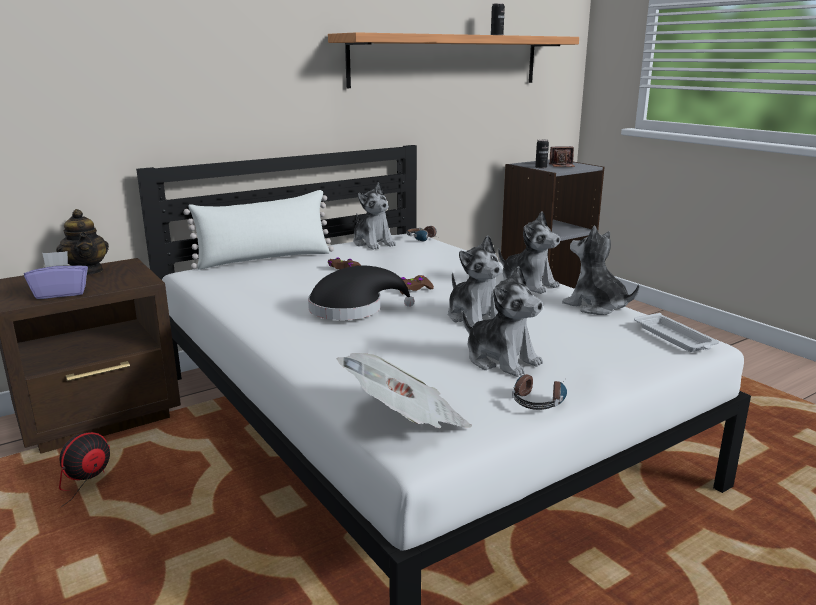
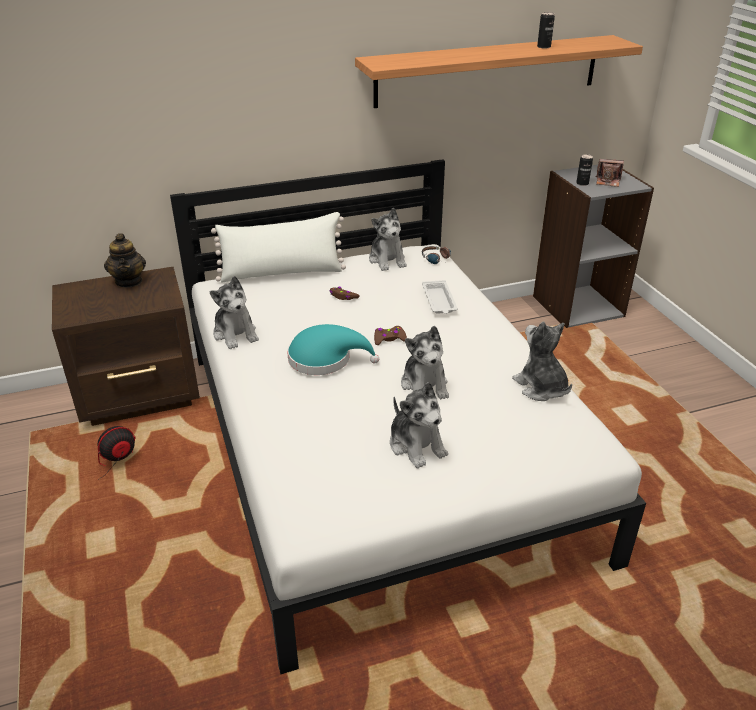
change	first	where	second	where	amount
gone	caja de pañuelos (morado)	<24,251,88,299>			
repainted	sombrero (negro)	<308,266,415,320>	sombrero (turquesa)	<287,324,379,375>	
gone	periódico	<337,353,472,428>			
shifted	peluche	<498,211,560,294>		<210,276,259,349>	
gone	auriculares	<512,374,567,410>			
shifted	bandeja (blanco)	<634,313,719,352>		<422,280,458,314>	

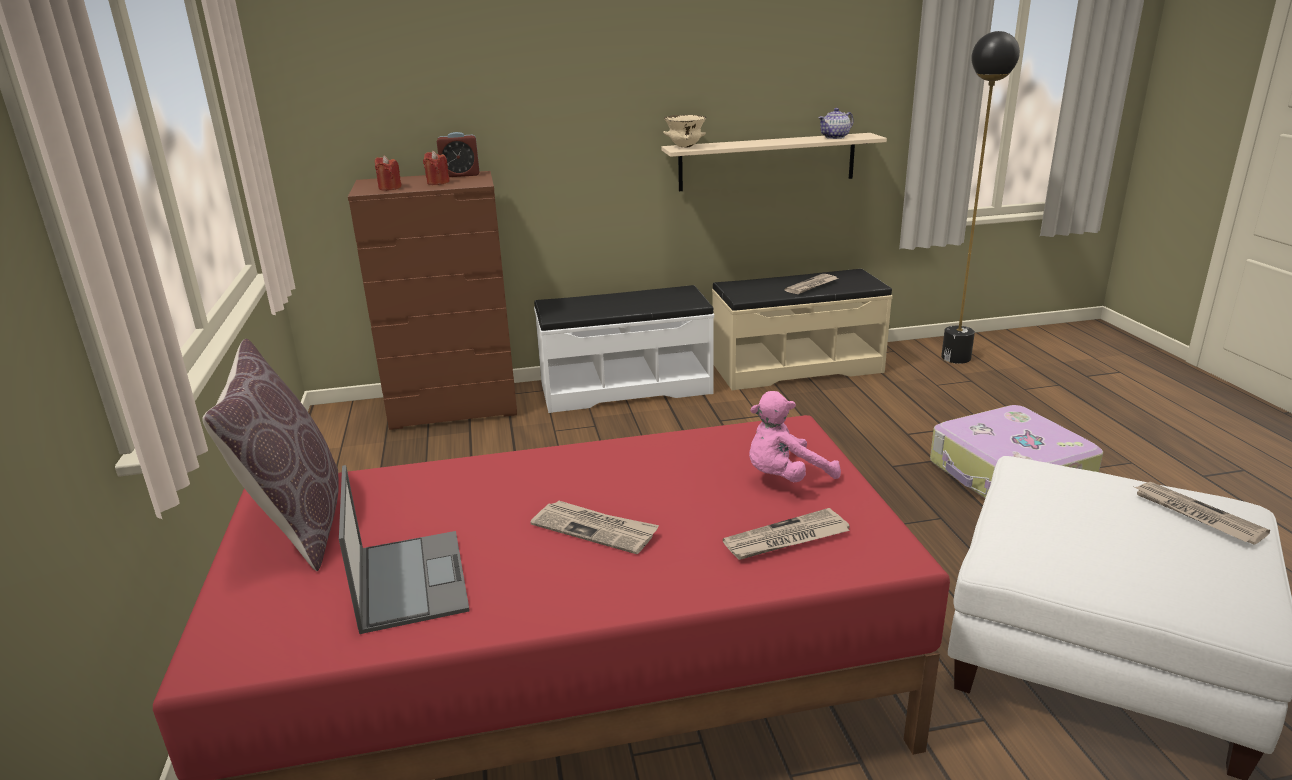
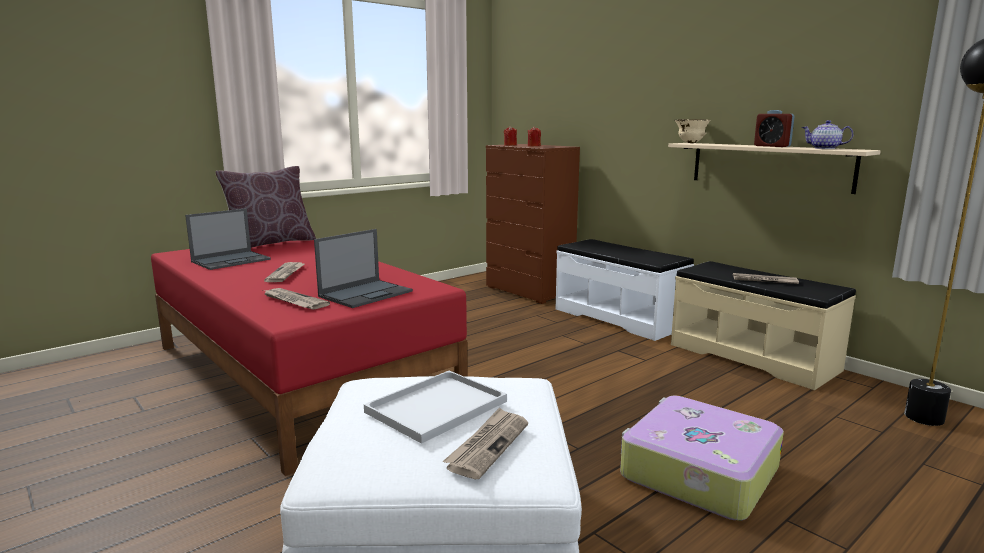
change	first	where	second	where	amount
shifted	despertador	<437,132,479,177>		<754,110,795,147>	
swapped	peluche (rosa)	<749,391,841,482>	portátil	<314,229,413,308>	
new			bandeja (blanco)	<364,371,507,444>	

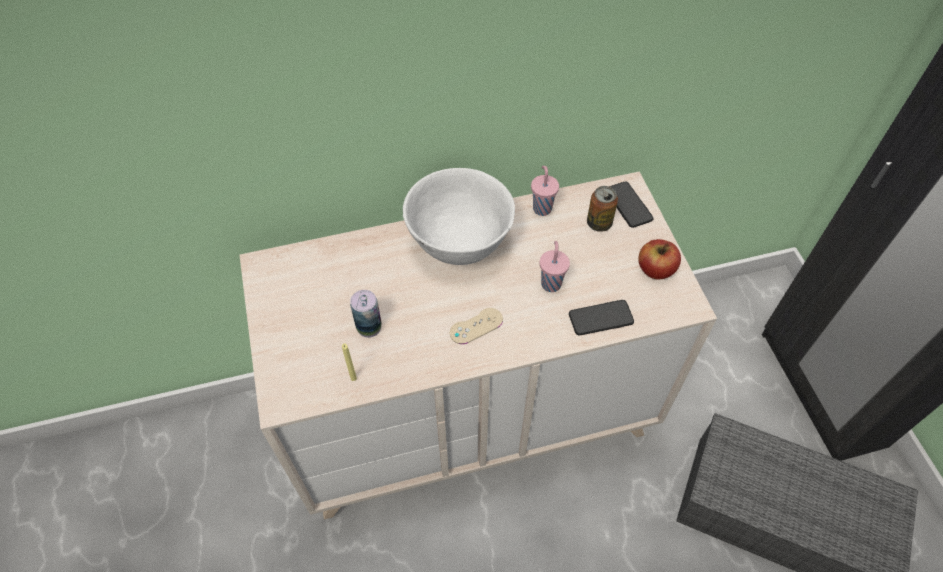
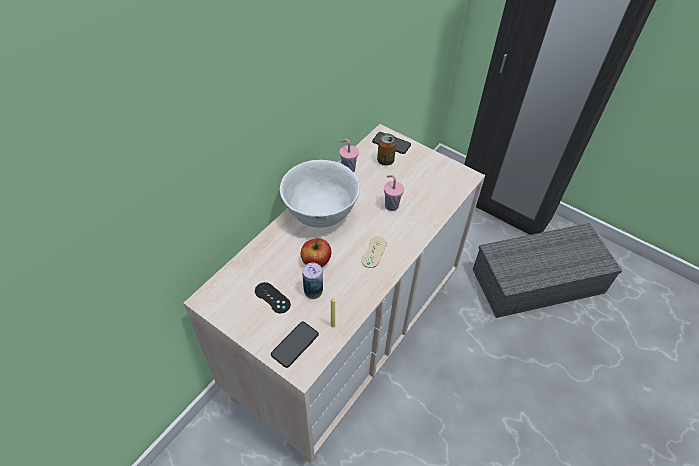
change	first	where	second	where	amount
shifted	móvil	<569,300,634,335>		<271,322,319,368>	
shifted	manzana	<638,239,681,279>		<301,238,331,268>	
new			mando de consola (negro)	<255,282,291,313>	

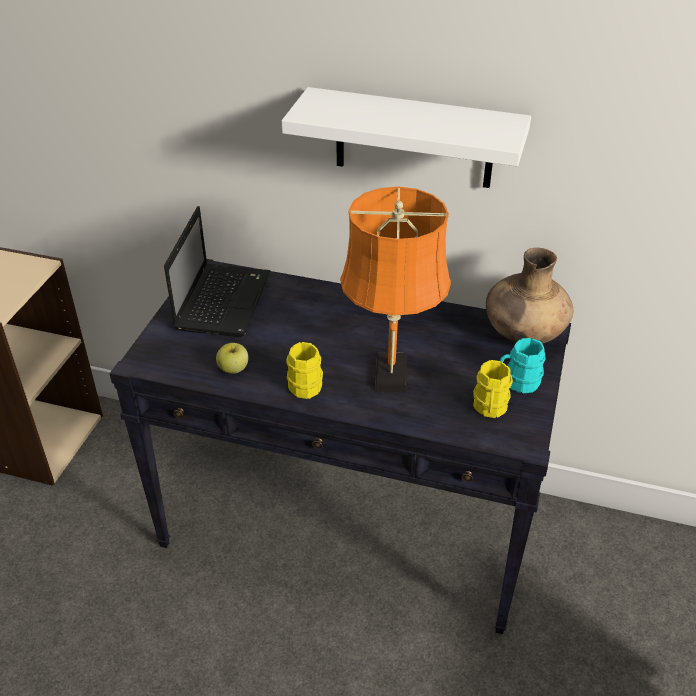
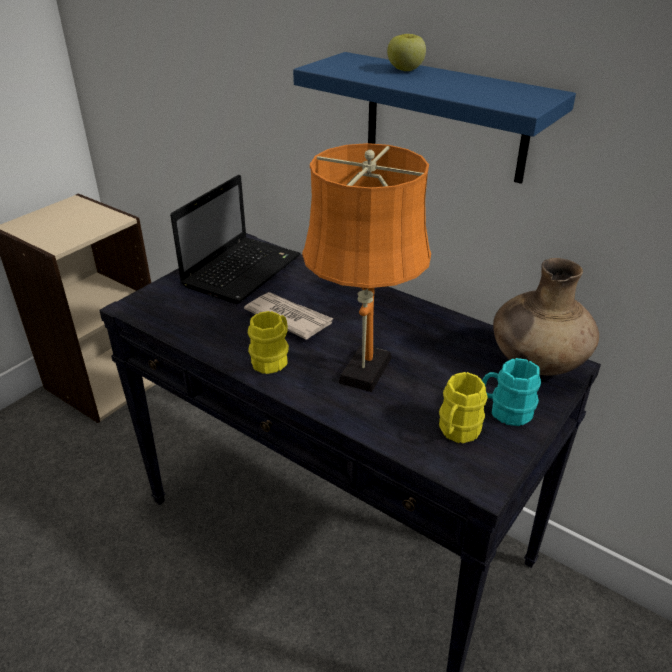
change	first	where	second	where	amount
shifted	manzana	<216,343,249,374>		<387,34,426,71>	
repainted	estante (blanco)	<282,87,531,188>	estante (azul)	<293,52,576,184>	
new			periódico	<244,292,333,340>	

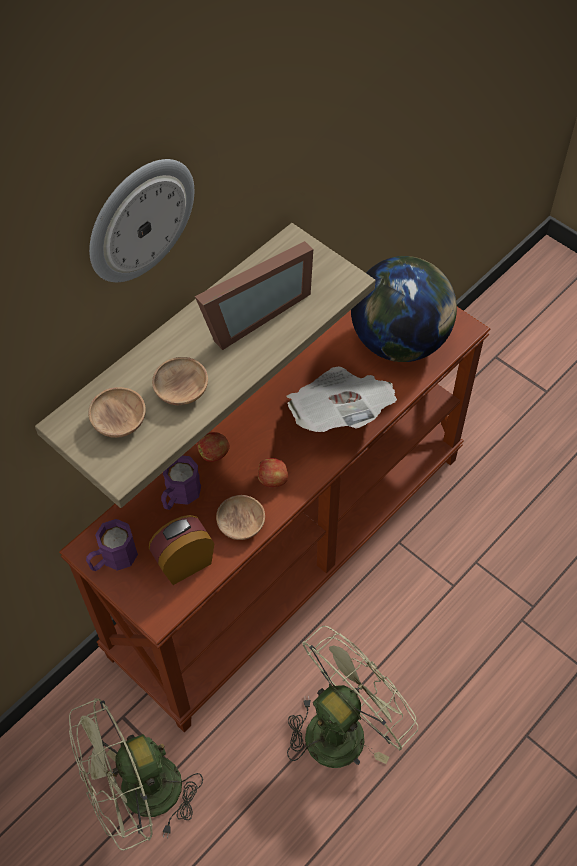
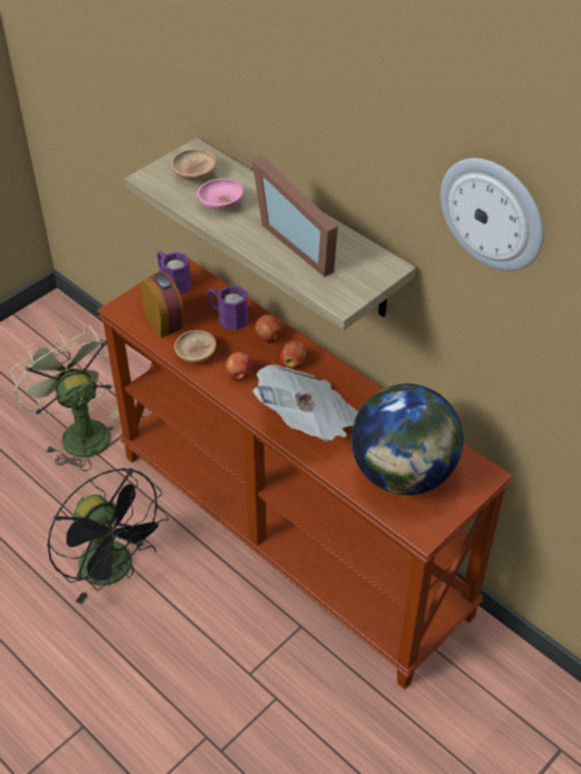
change	first	where	second	where	amount
shifted	reloj de pared	<89,159,194,282>		<440,158,543,271>	
repainted	cuenco (marrón)	<152,357,208,405>	cuenco (rosa)	<198,179,243,210>	
repainted	ventilador (verde)	<287,626,418,768>	ventilador (negro)	<47,468,169,604>	
new			manzana	<280,340,306,368>	

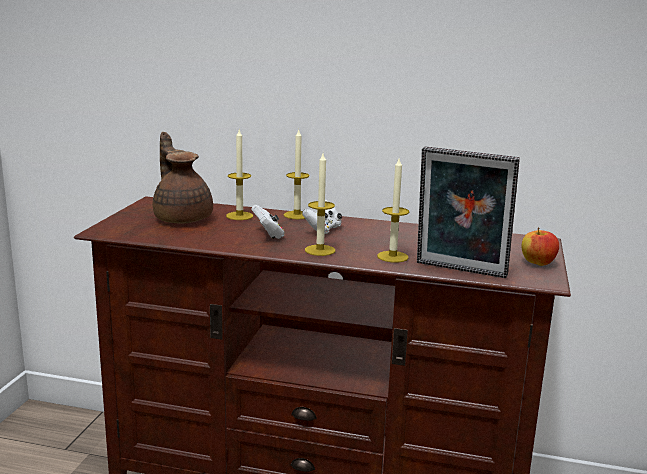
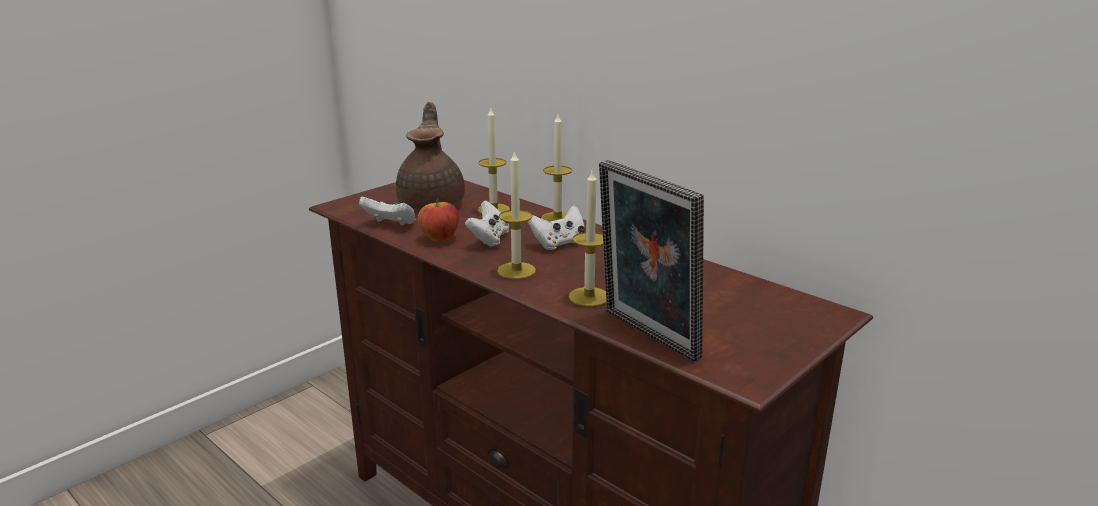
change	first	where	second	where	amount
shifted	manzana	<522,227,559,266>		<418,198,459,241>	
new			mando de consola (blanco)	<359,196,415,226>	

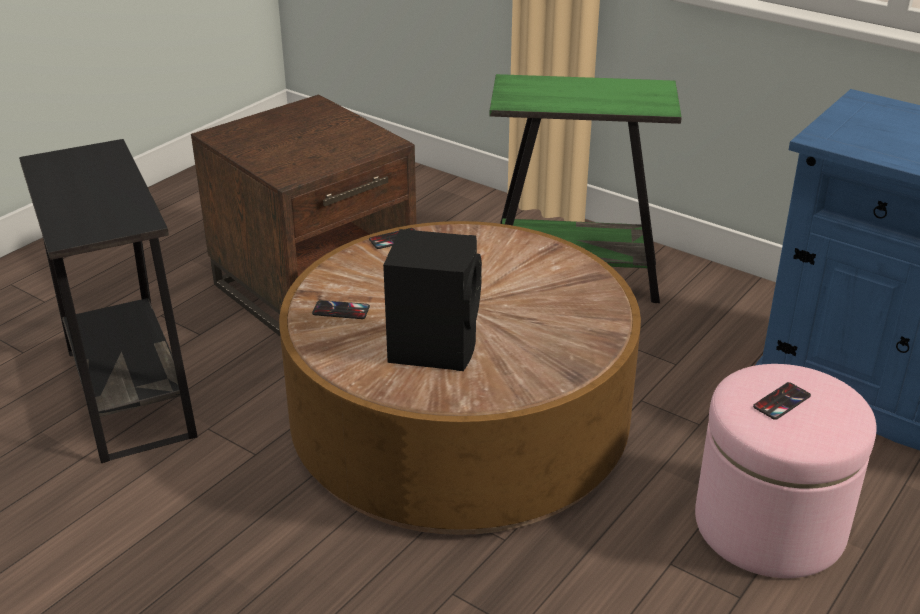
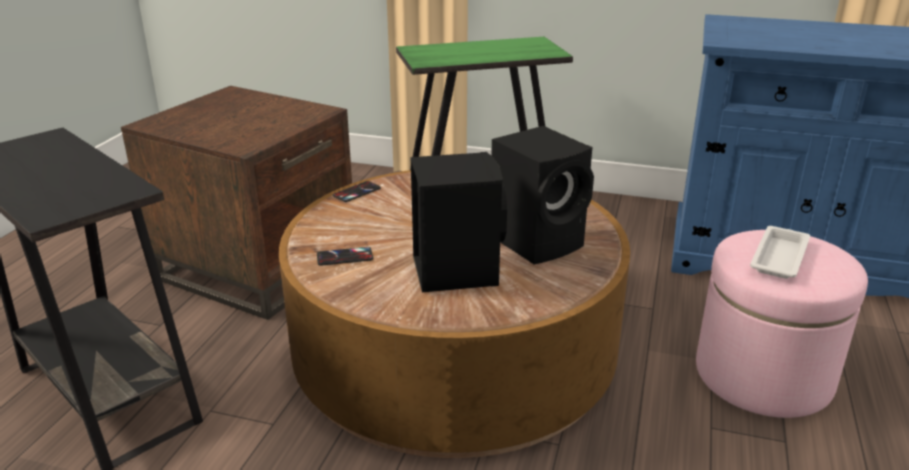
change	first	where	second	where	amount
swapped	móvil	<753,382,811,420>	bandeja (blanco)	<750,226,810,279>	
new			altavoz (negro)	<491,126,594,265>	

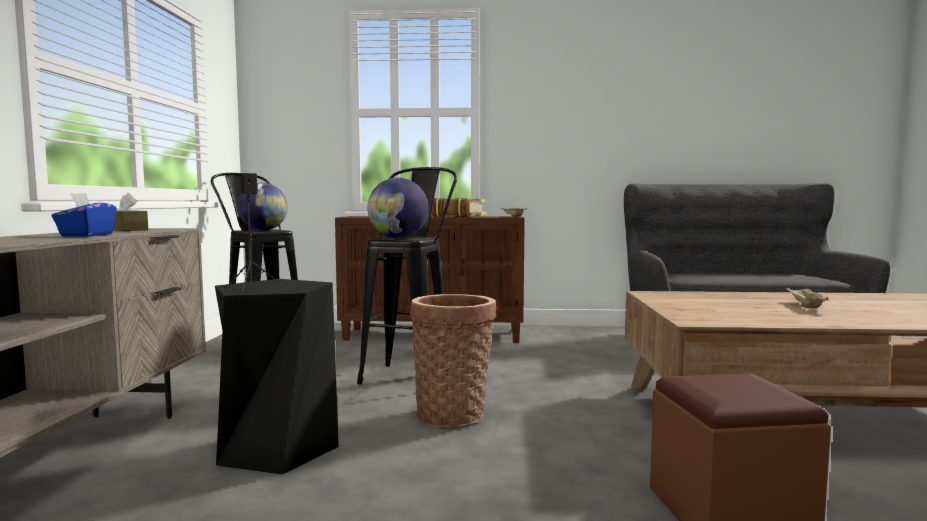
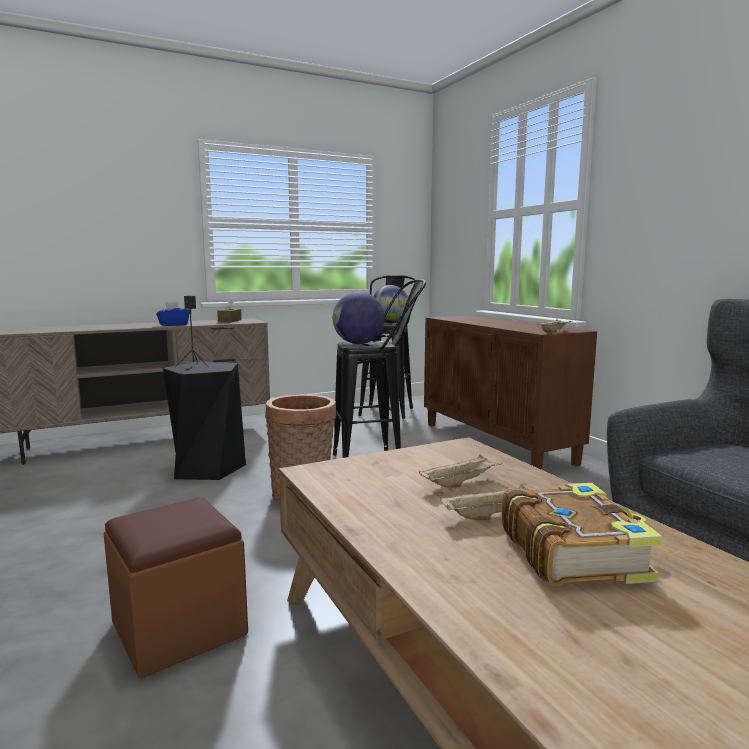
change	first	where	second	where	amount
shifted	libro	<431,198,485,217>		<502,483,663,586>	
new			bandeja (beis)	<419,454,502,488>	

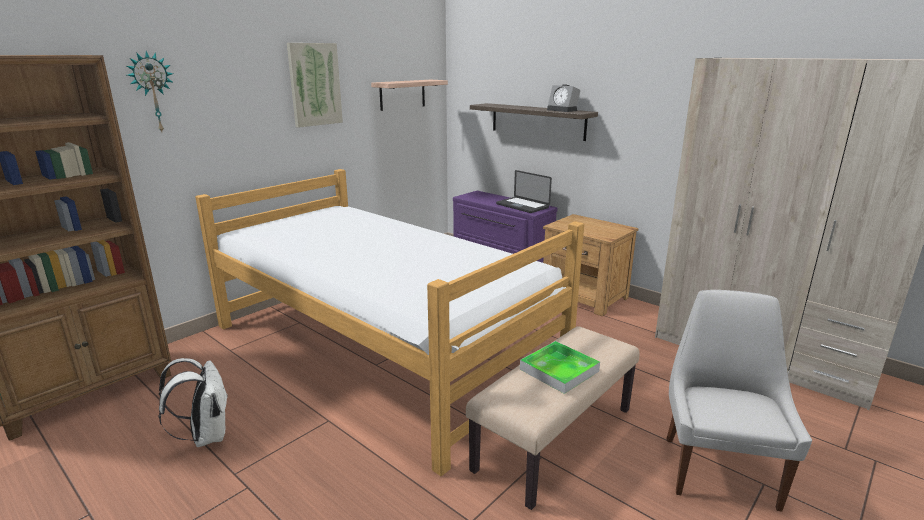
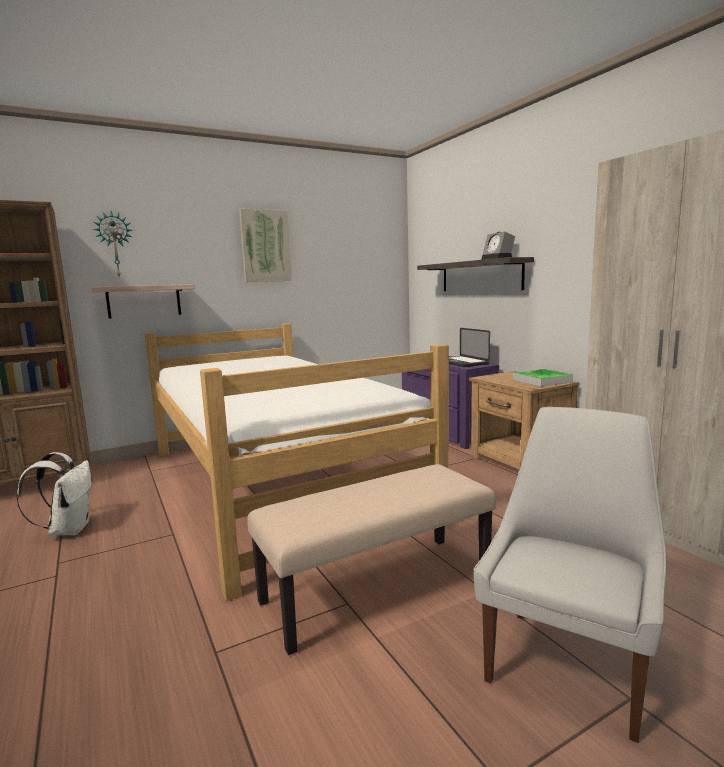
change	first	where	second	where	amount
shifted	estante	<371,80,448,111>		<91,284,195,319>	
shifted	bandeja	<520,341,600,394>		<513,369,573,387>	

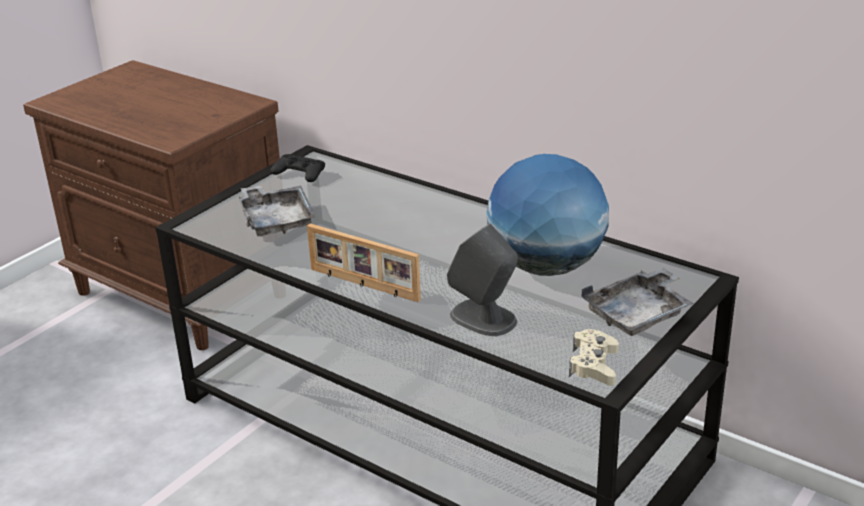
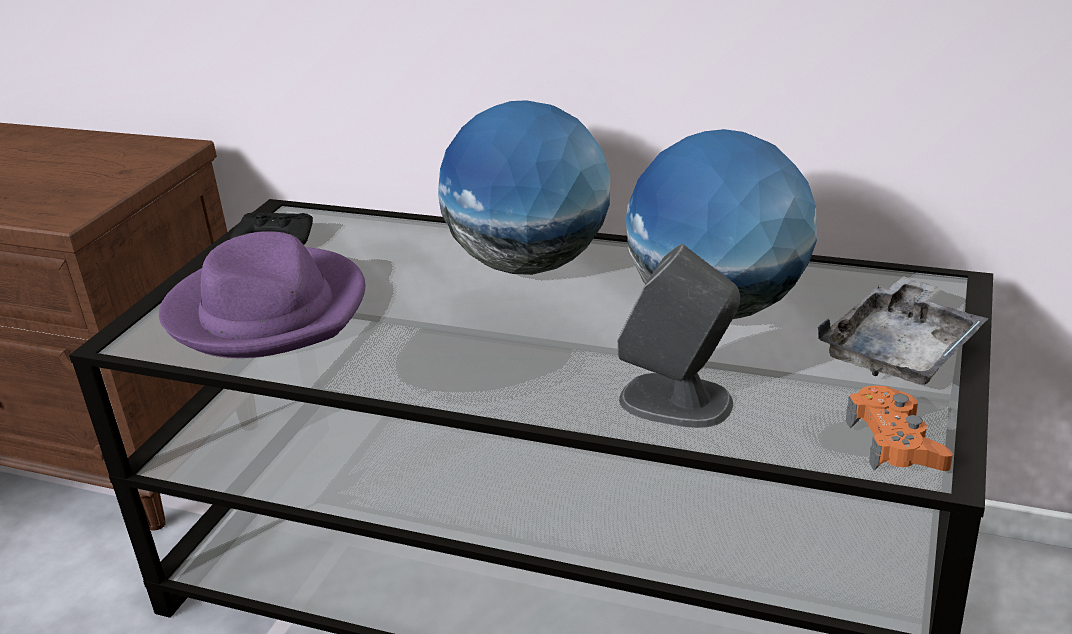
change	first	where	second	where	amount
swapped	bandeja (gris)	<238,185,316,236>	sombrero (morado)	<159,231,365,358>	
gone	portarretratos	<307,224,421,302>			
repainted	mando de consola (beis)	<569,329,619,386>	mando de consola (naranja)	<846,385,953,471>	
new			globo terráqueo	<438,100,610,275>	

